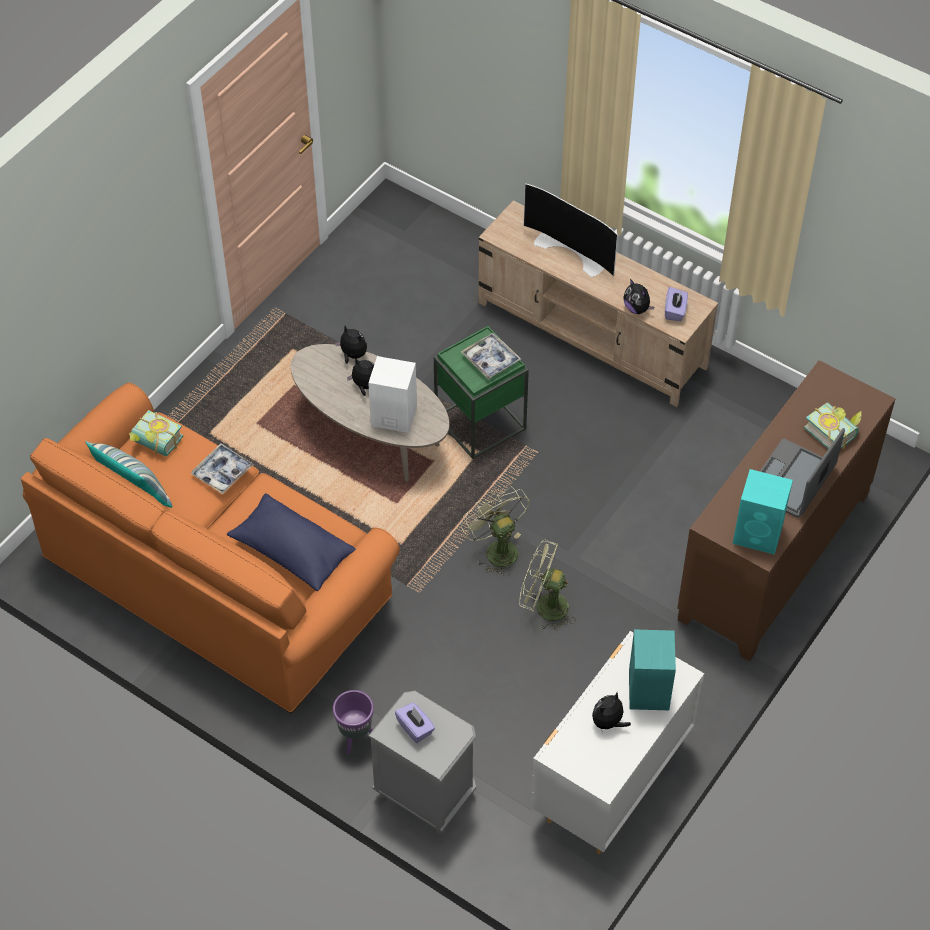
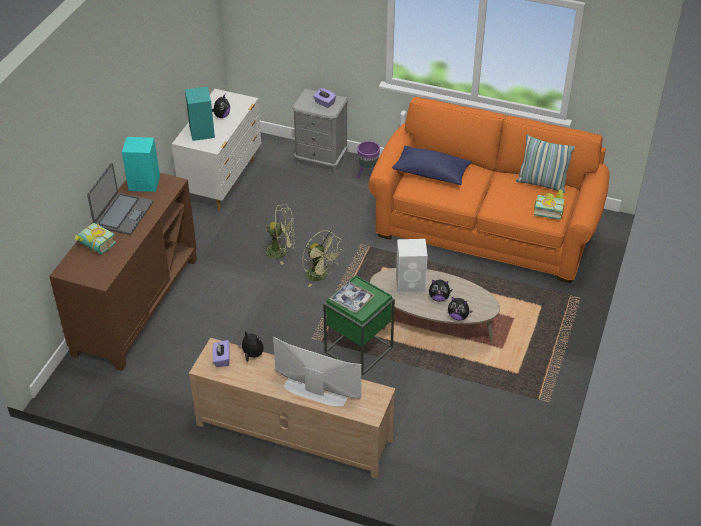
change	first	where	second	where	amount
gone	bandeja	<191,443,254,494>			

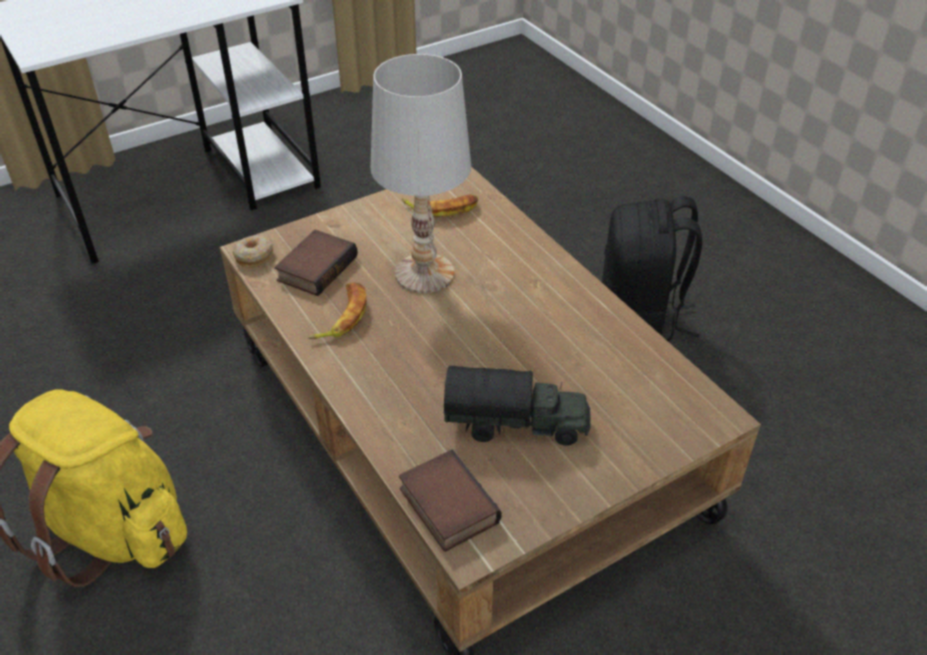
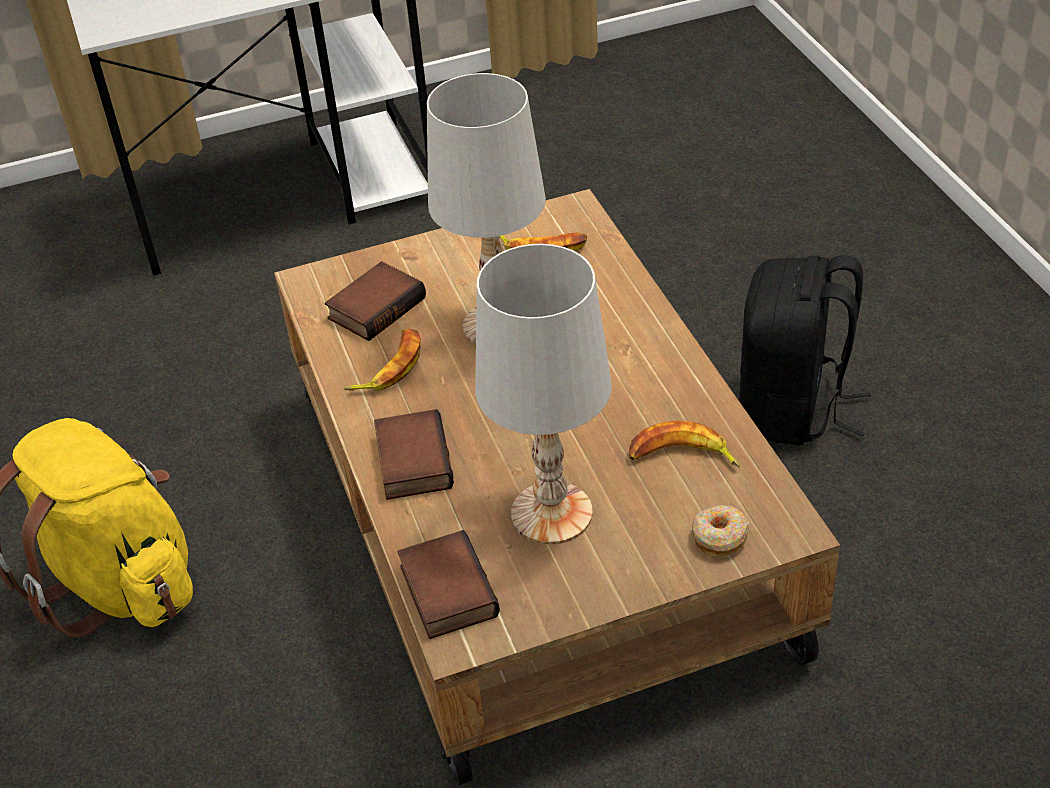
change	first	where	second	where	amount
shifted	rosquilla	<233,235,273,268>		<692,505,750,557>	
swapped	camión de juguete	<443,366,591,445>	lámpara de mesa (blanco)	<475,244,612,545>	
new			libro	<374,409,454,500>	
new			plátano	<629,421,740,467>	

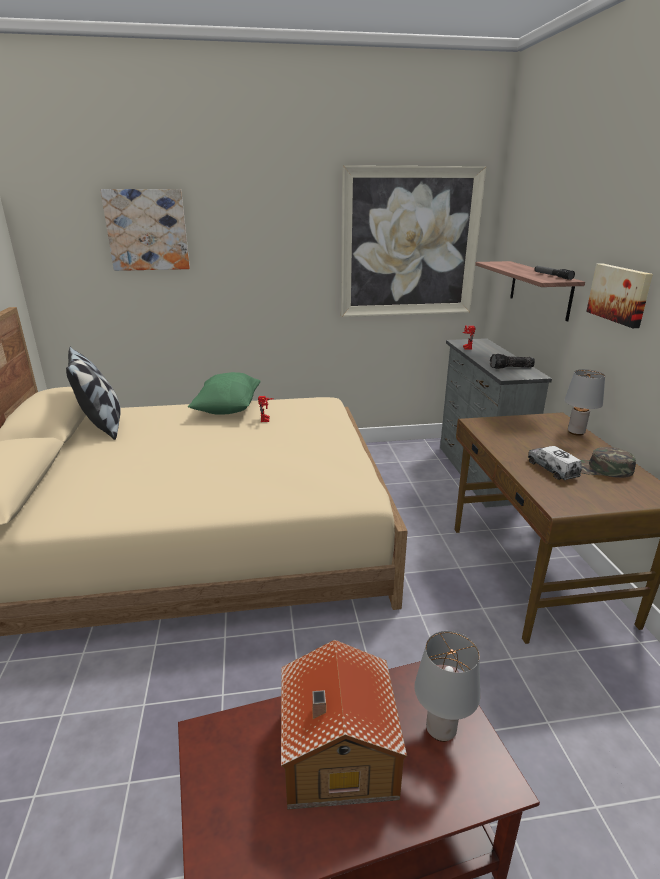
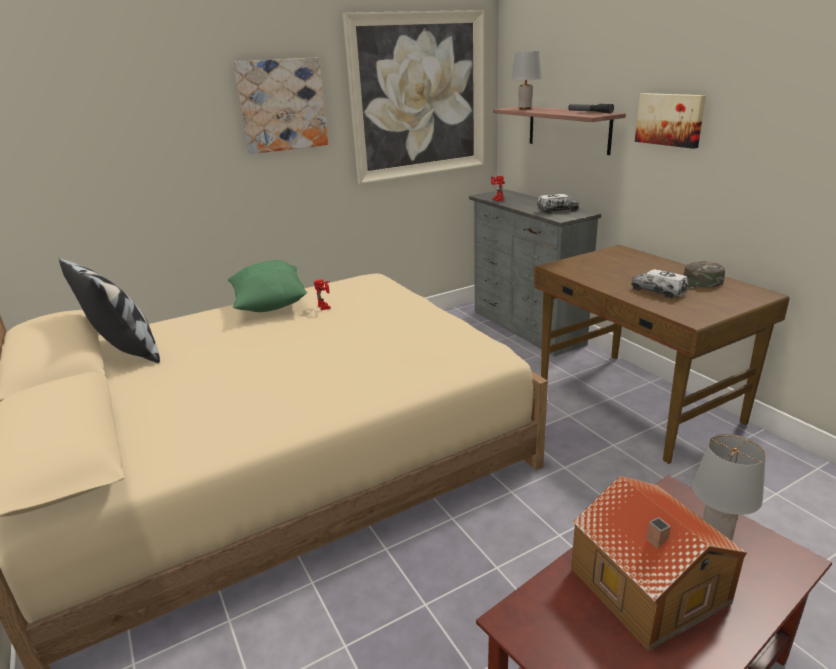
change	first	where	second	where	amount
shifted	cuadro	<100,189,190,271>		<234,57,328,154>	
swapped	linterna	<490,354,535,369>	camión de juguete	<537,194,579,214>	
shifted	lámpara de mesa (gris)	<564,369,605,436>		<512,51,542,109>	

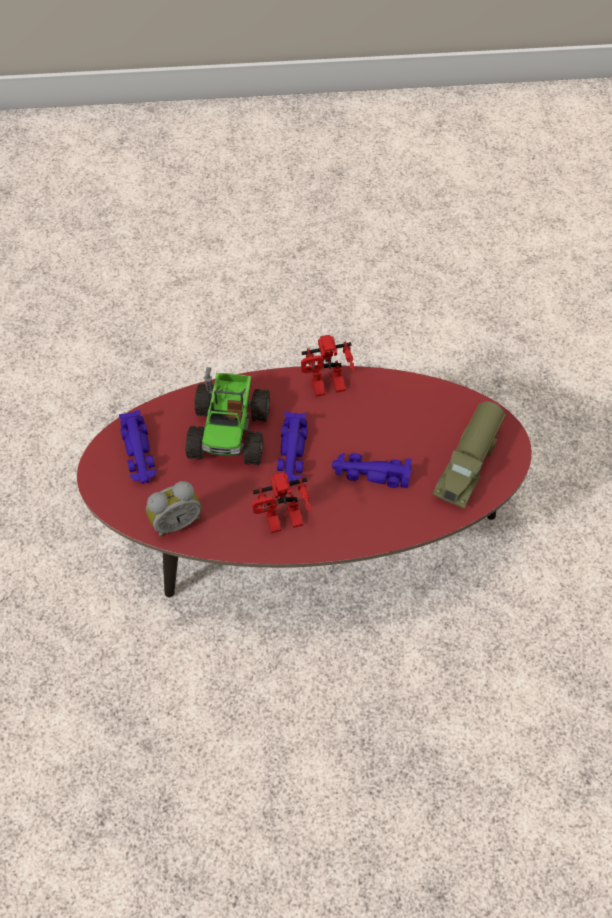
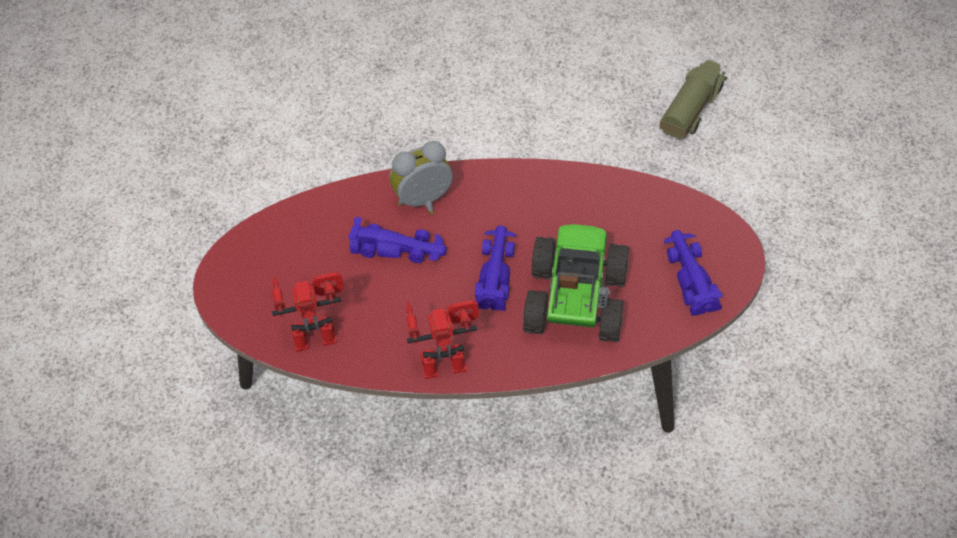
change	first	where	second	where	amount
shifted	despertador	<146,481,202,537>		<389,141,453,214>	
shifted	robot de juguete	<252,472,311,533>		<272,272,344,352>	
shifted	camión de juguete	<432,401,505,509>		<659,60,728,140>	

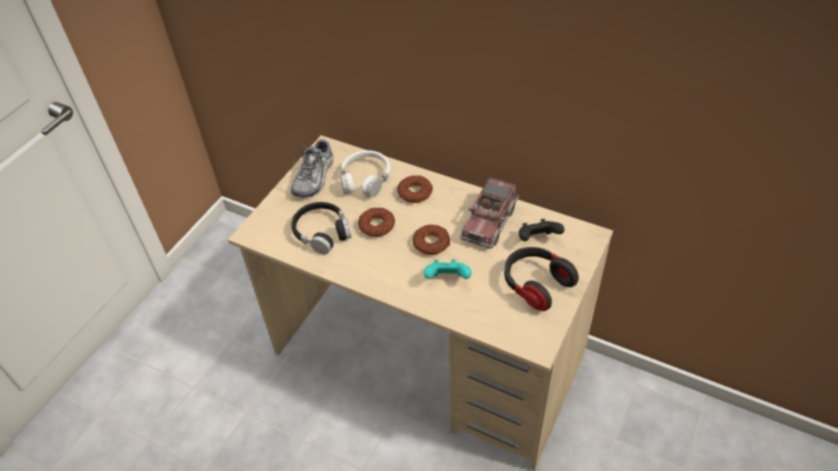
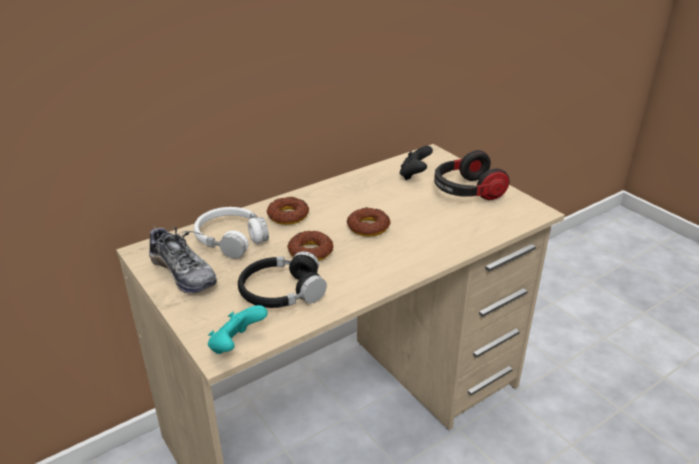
change	first	where	second	where	amount
shifted	mando de consola (turquesa)	<424,260,471,279>		<208,305,268,354>	
gone	camión de juguete	<460,177,519,249>			

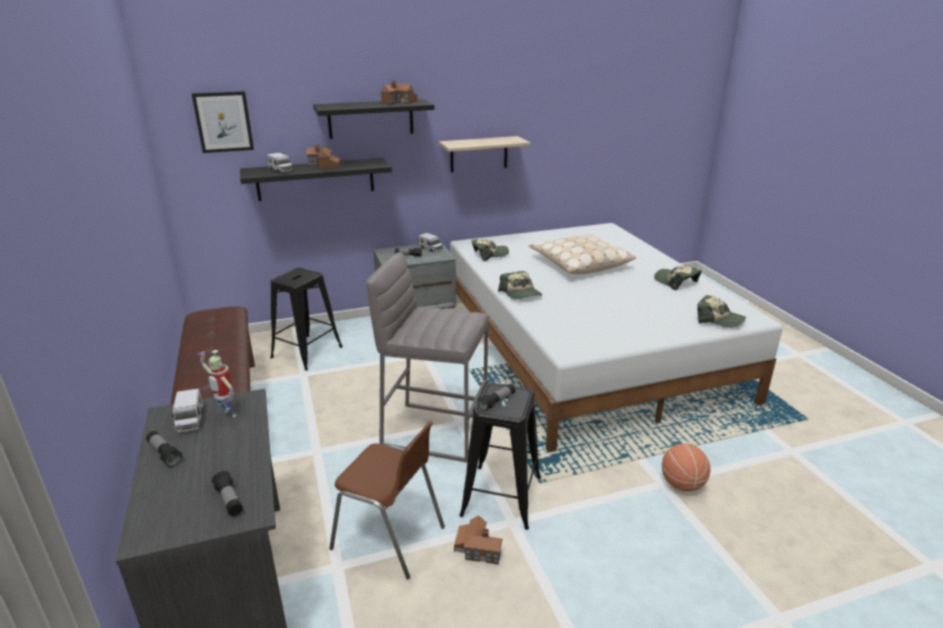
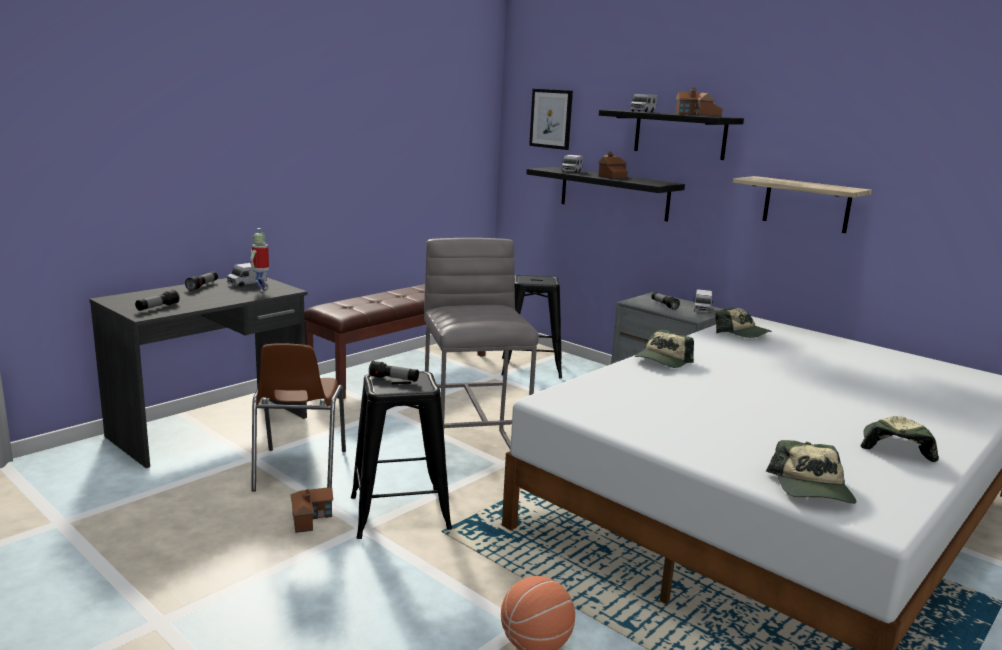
change	first	where	second	where	amount
gone	cojín (beis)	<529,234,636,274>			
new			camión de juguete	<630,94,657,112>	

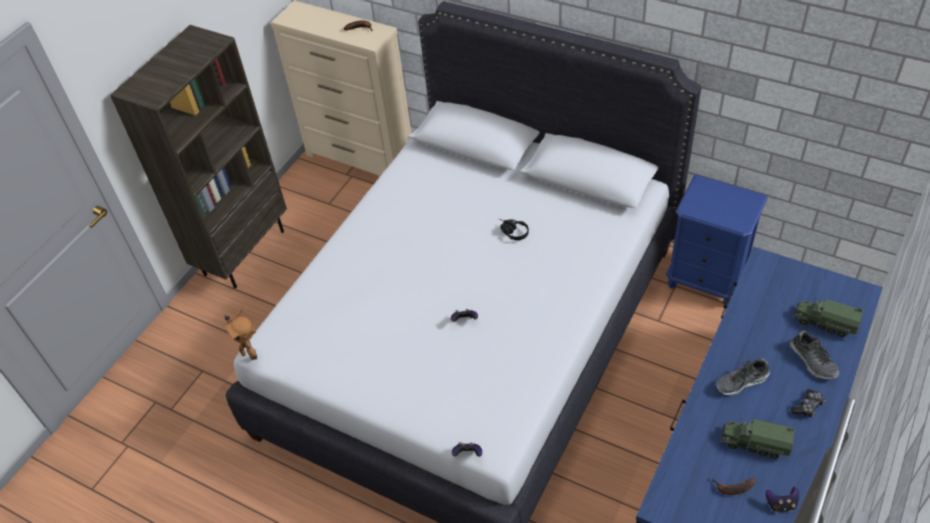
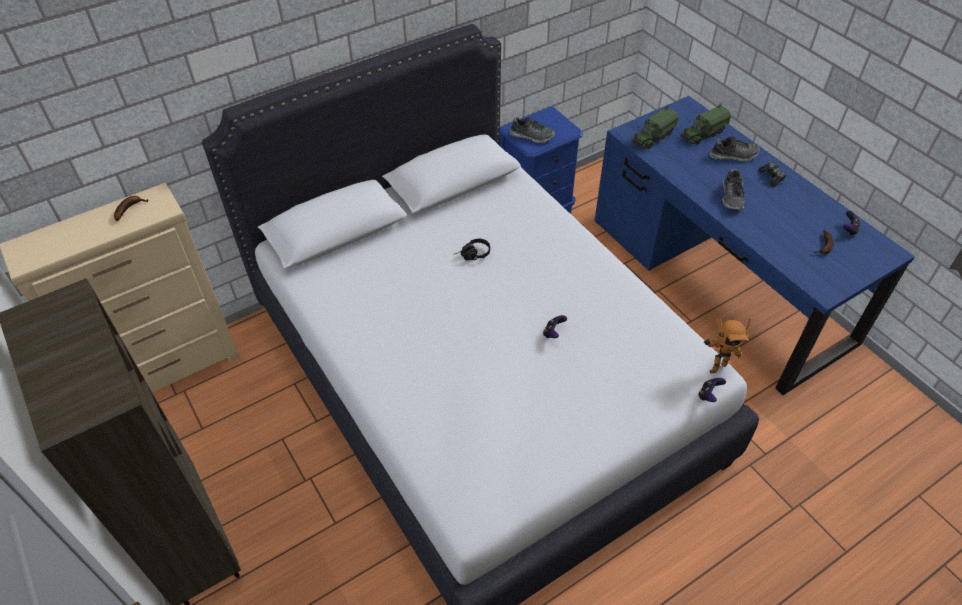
change	first	where	second	where	amount
shifted	robot de juguete	<224,309,257,360>		<704,318,751,373>	
shifted	camión de juguete	<721,418,795,459>		<631,105,678,149>	
new			zapato	<510,117,555,143>	

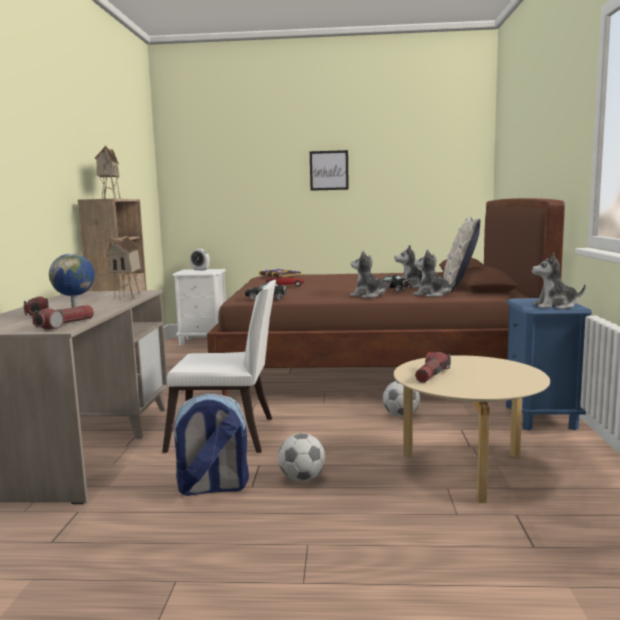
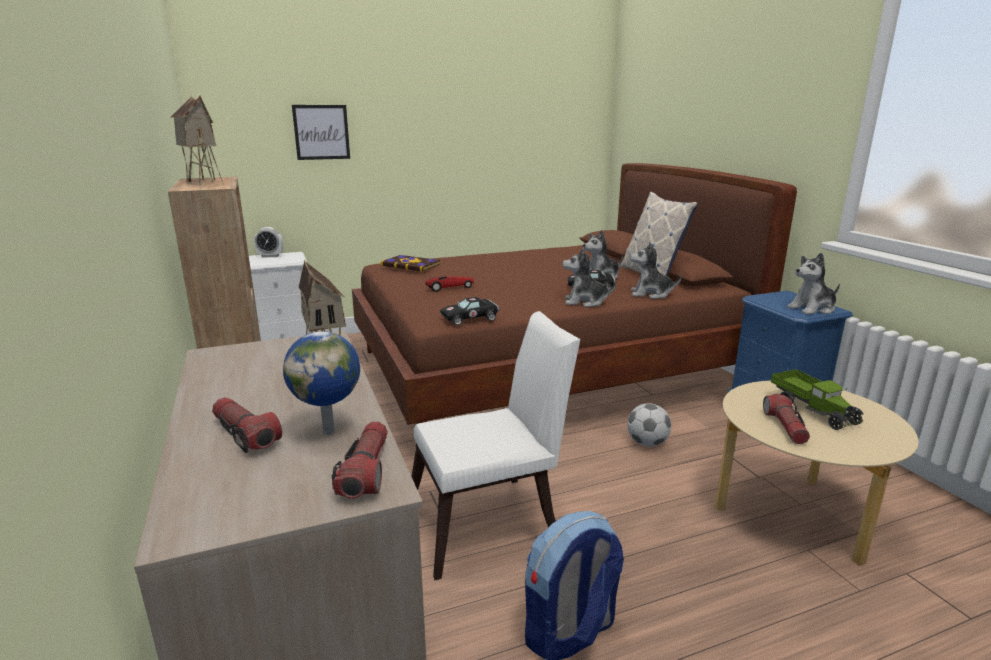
change	first	where	second	where	amount
gone	balón de fútbol	<278,433,325,482>			
shifted	cuadro	<310,150,349,191>		<292,105,350,160>	
new			camión de juguete	<771,369,864,430>	

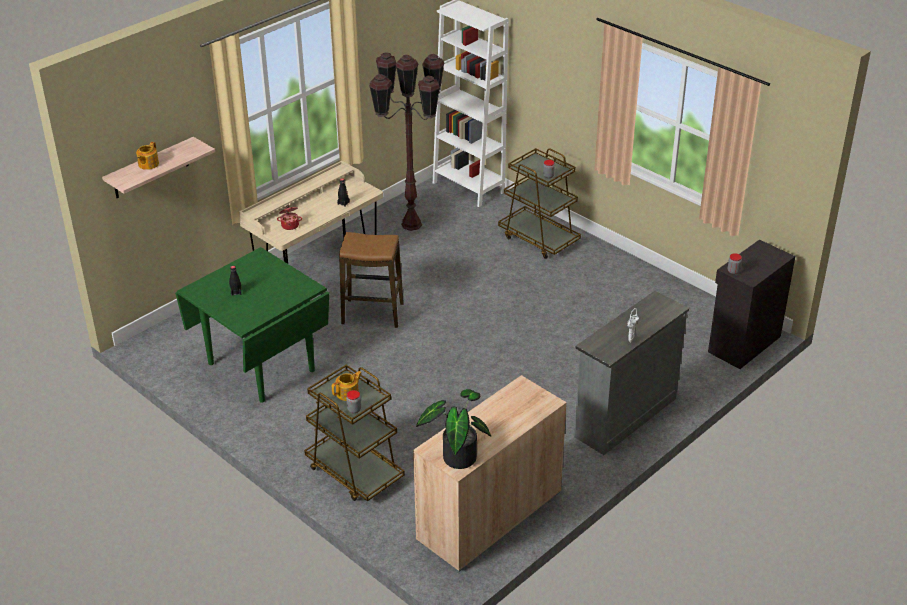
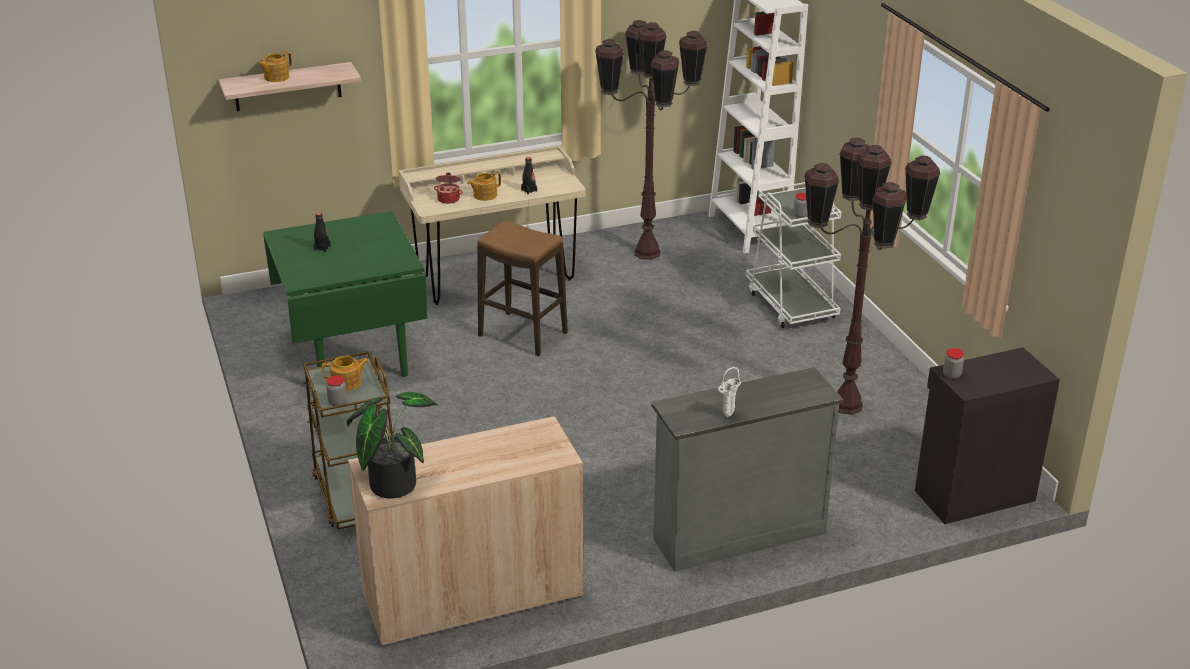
change	first	where	second	where	amount
repainted	carrito (marrón)	<498,148,581,259>	carrito (blanco)	<746,182,841,328>	
new			tetera	<467,172,501,201>	
new			lámpara de pie (marrón)	<804,137,940,415>	

